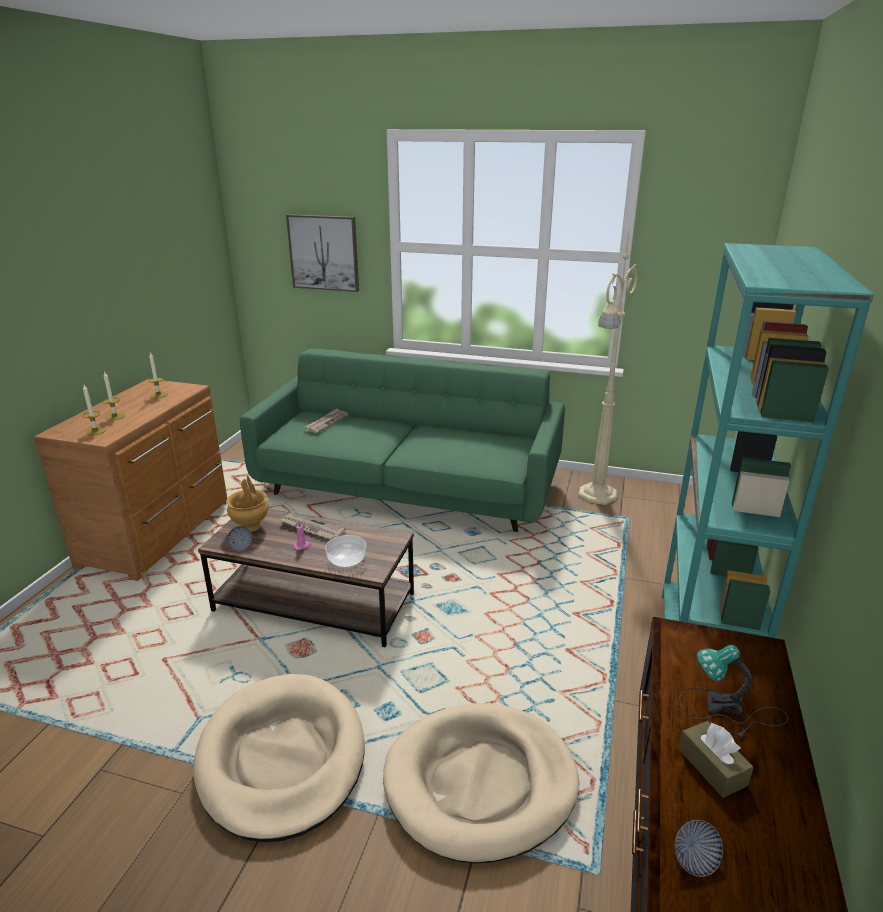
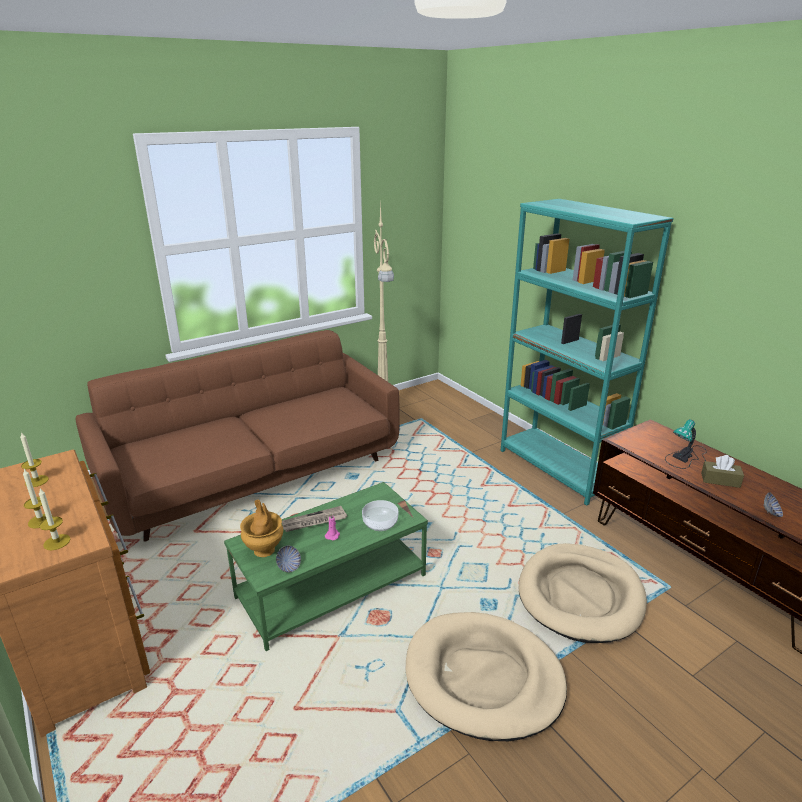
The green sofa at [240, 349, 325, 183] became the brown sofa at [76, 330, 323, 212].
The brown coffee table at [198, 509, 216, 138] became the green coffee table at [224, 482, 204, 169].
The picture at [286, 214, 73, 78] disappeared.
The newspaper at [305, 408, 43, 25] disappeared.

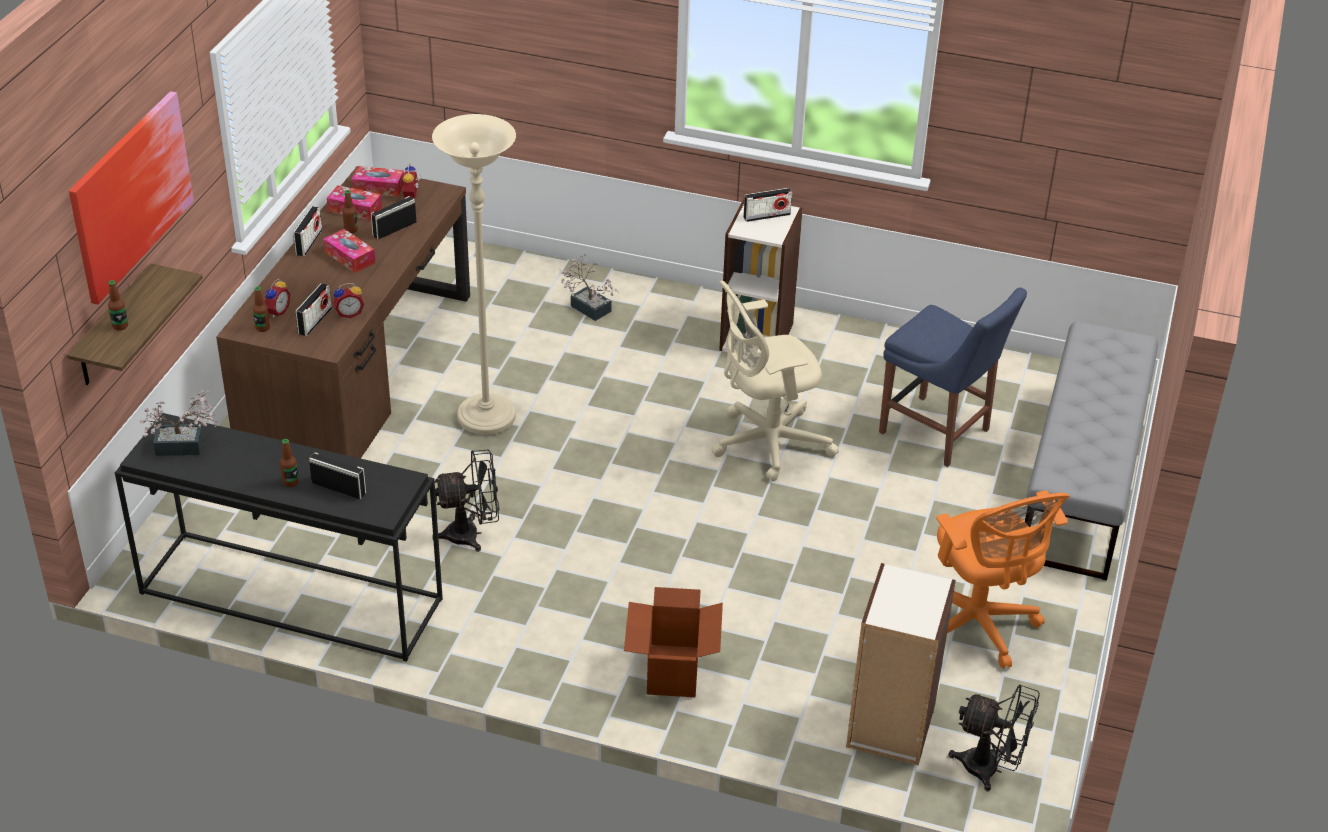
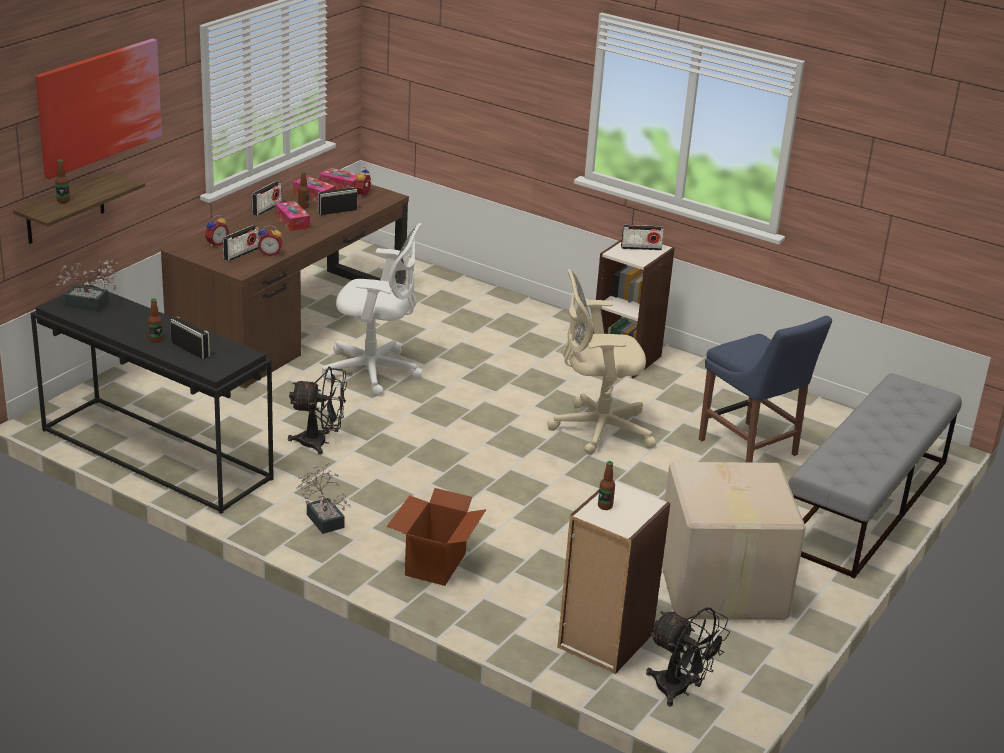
The potted plant moved from [559, 254, 60, 67] to [296, 463, 56, 71].
The beige floor lamp at [432, 114, 84, 321] was replaced by the white office chair at [322, 223, 101, 173].
The bottle moved from [253, 287, 17, 45] to [598, 461, 17, 49].
The orange office chair at [936, 490, 134, 179] was replaced by the cardboard box at [662, 462, 144, 158].

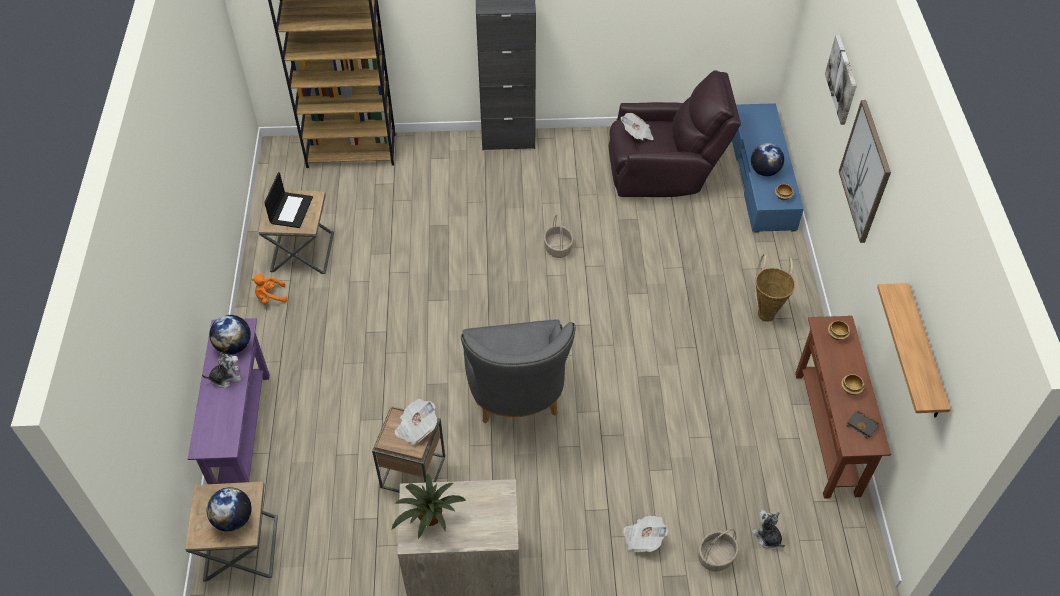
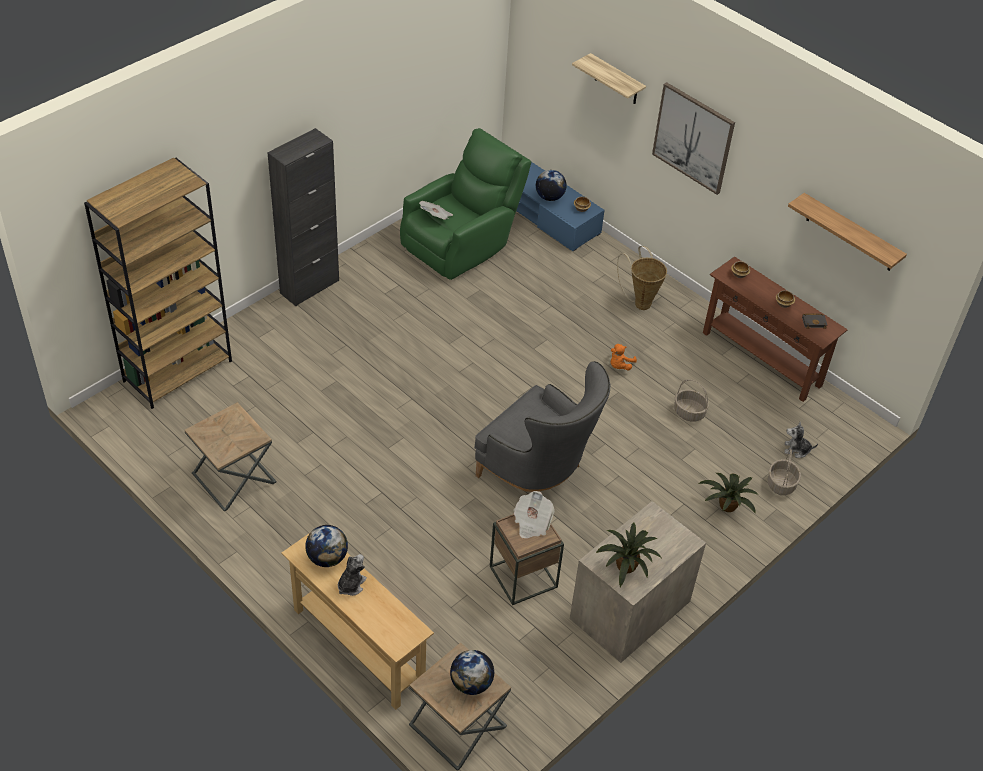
The purple console table at [188, 318, 82, 166] became the beige console table at [281, 533, 153, 177].
The brown armchair at [609, 70, 132, 127] became the green armchair at [400, 128, 131, 152].
The picture at [825, 35, 32, 90] was replaced by the shelf at [572, 53, 74, 51].
The orange plush toy moved from [251, 274, 36, 31] to [610, 344, 27, 26].
The basket moved from [544, 215, 29, 43] to [674, 379, 35, 43].
The newspaper at [623, 515, 45, 37] was replaced by the potted plant at [698, 473, 60, 41].
The laptop at [264, 172, 49, 56] disappeared.

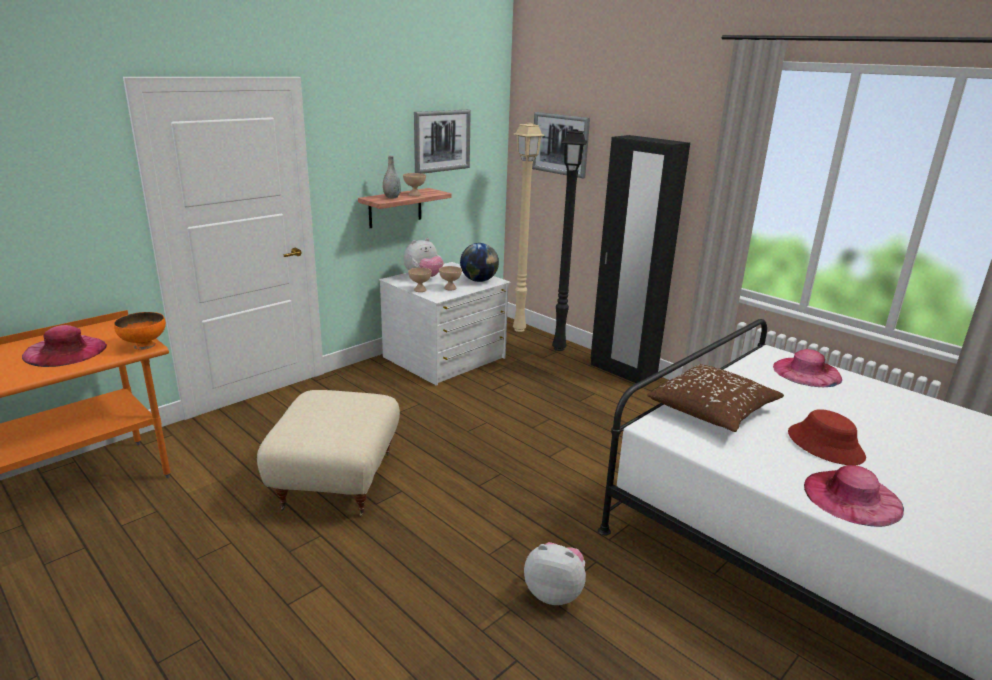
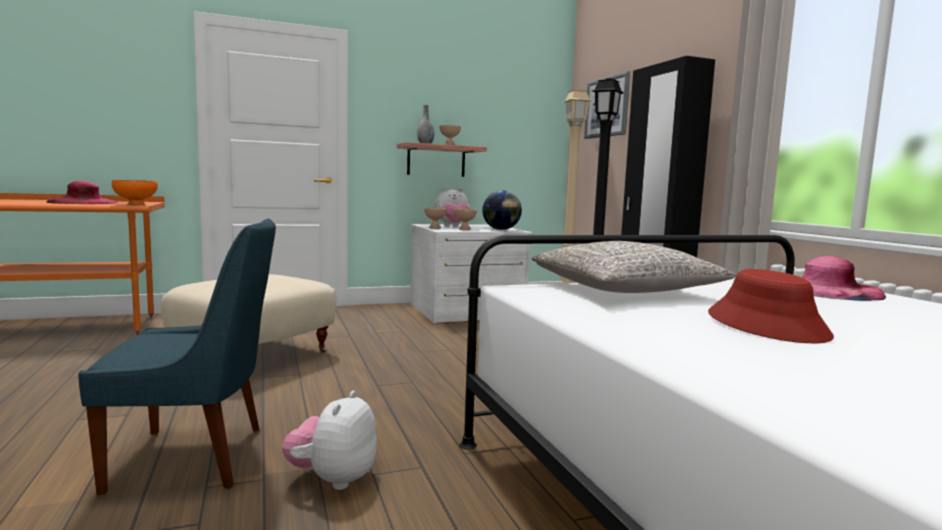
The blue chair at [78, 219, 198, 276] appeared.
The plush toy at [524, 542, 62, 63] turned 120 degrees counterclockwise.
The brown pillow at [647, 364, 137, 68] became the grey pillow at [531, 241, 204, 52].
The picture at [414, 110, 57, 64] disappeared.
The pink hat at [804, 465, 100, 62] disappeared.

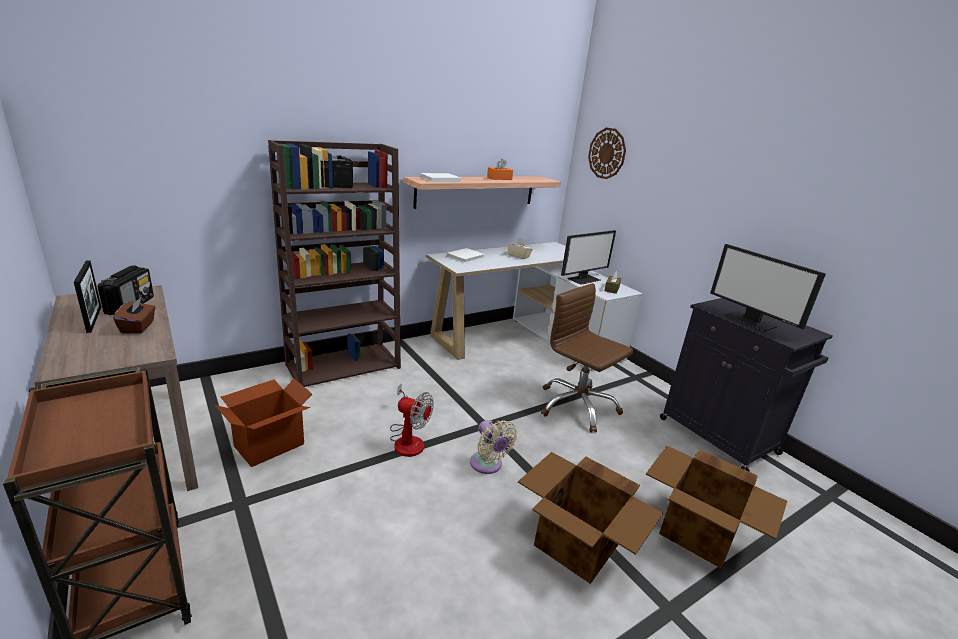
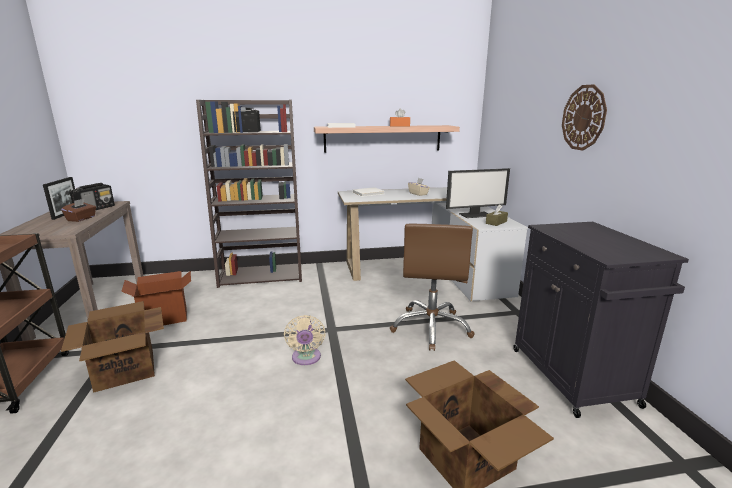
The cardboard box moved from [518, 452, 145, 132] to [61, 301, 103, 92].
The brown office chair at [541, 283, 92, 150] turned 150 degrees counterclockwise.
The wall clock moved from [588, 128, 38, 51] to [562, 84, 45, 67].
The fan at [390, 383, 44, 74] disappeared.
The monitor at [710, 244, 116, 88] disappeared.

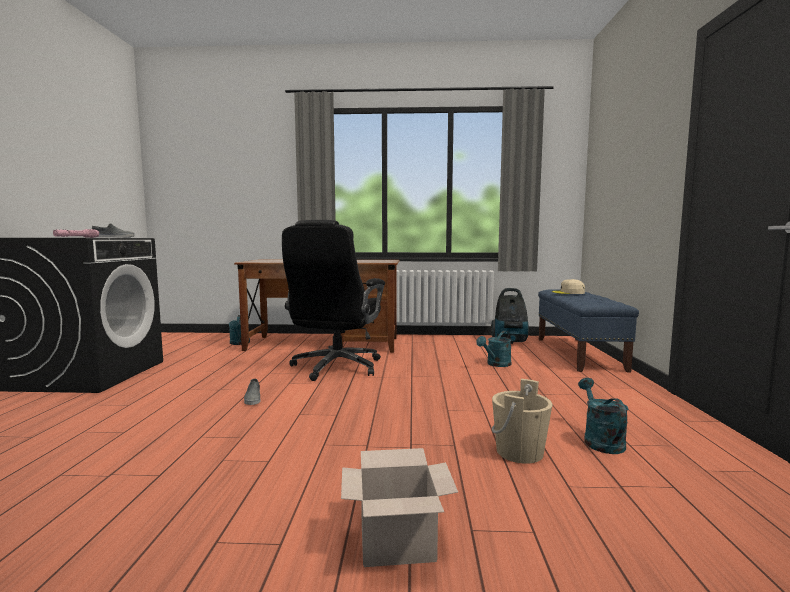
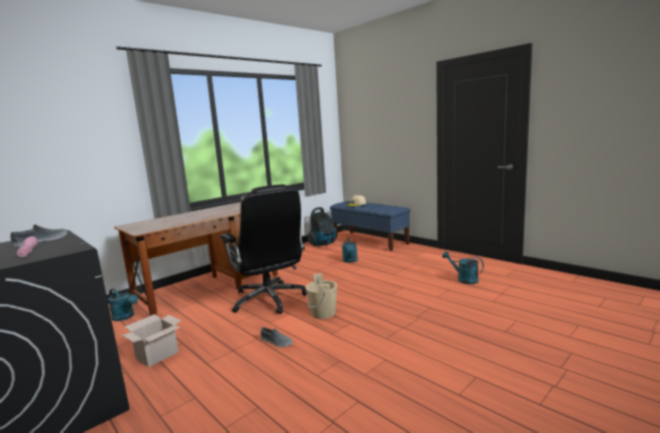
The cardboard box moved from [341, 448, 117, 119] to [122, 314, 59, 53].
The beige bucket moved from [492, 379, 60, 85] to [306, 273, 31, 46].

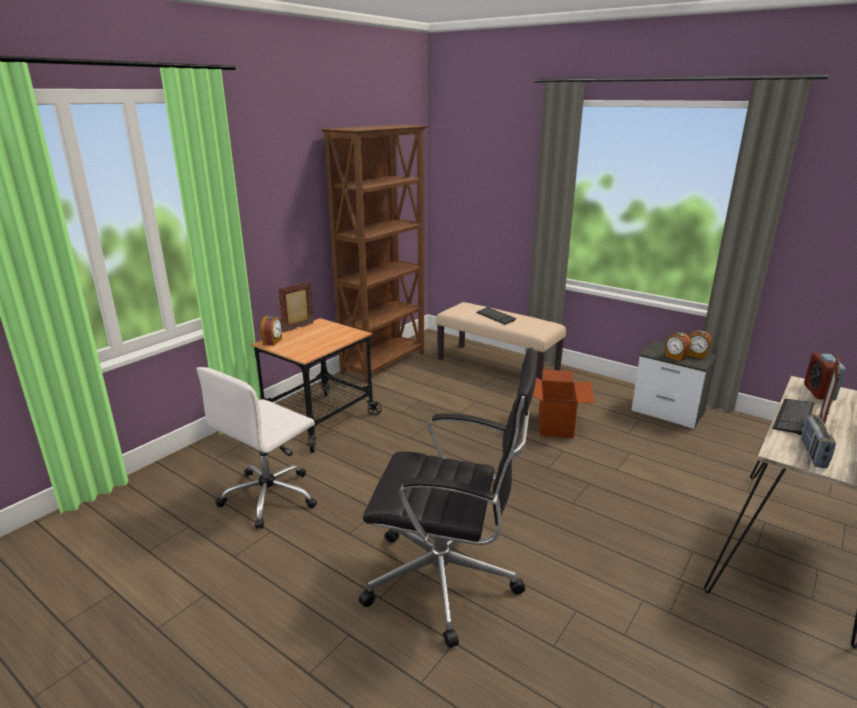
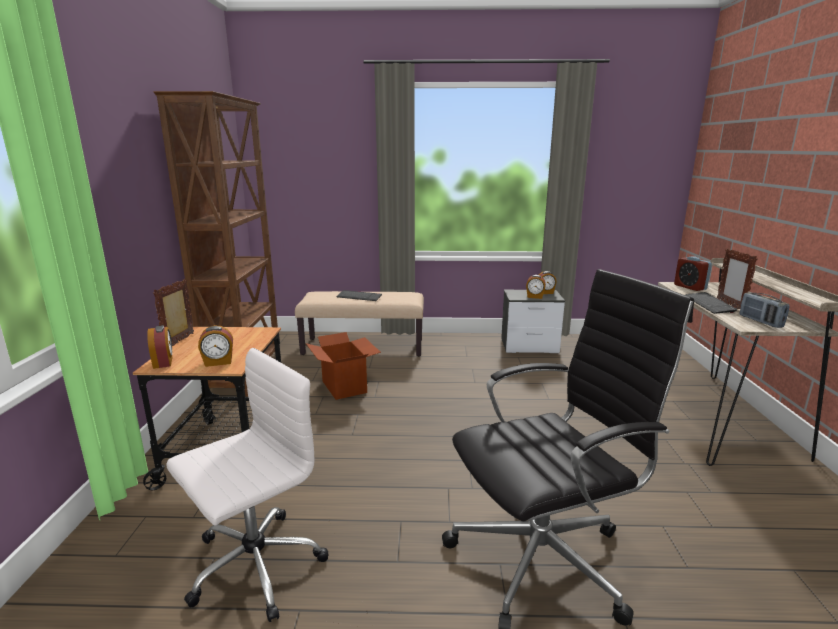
The white office chair at [197, 367, 120, 162] turned 135 degrees counterclockwise.
The alarm clock at [198, 325, 35, 42] appeared.
The cardboard box moved from [533, 369, 62, 69] to [306, 332, 75, 68].

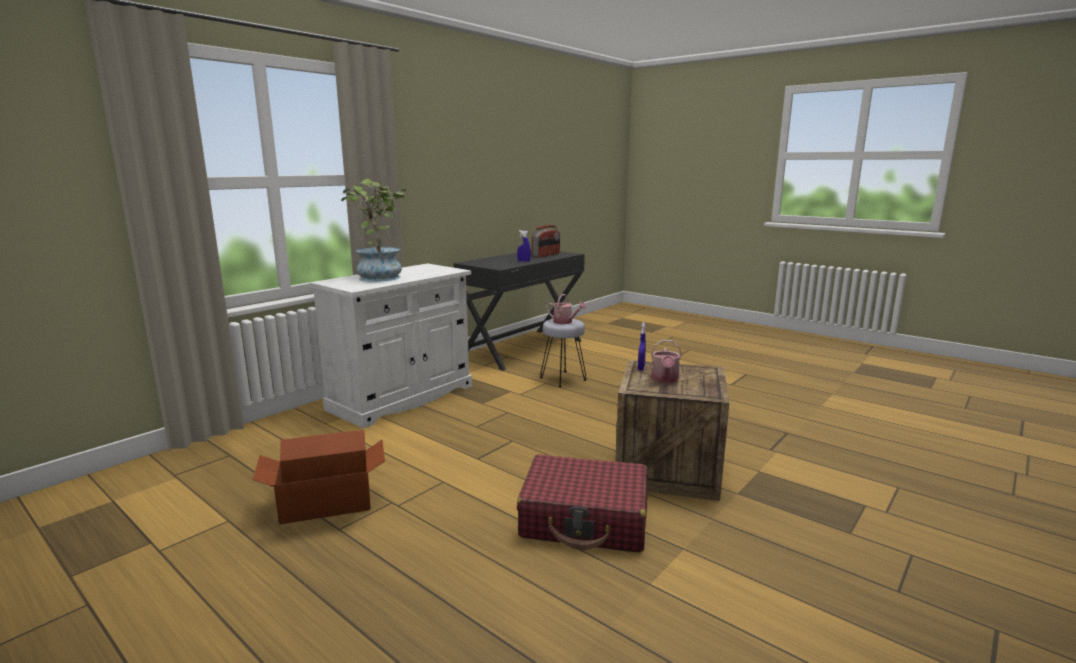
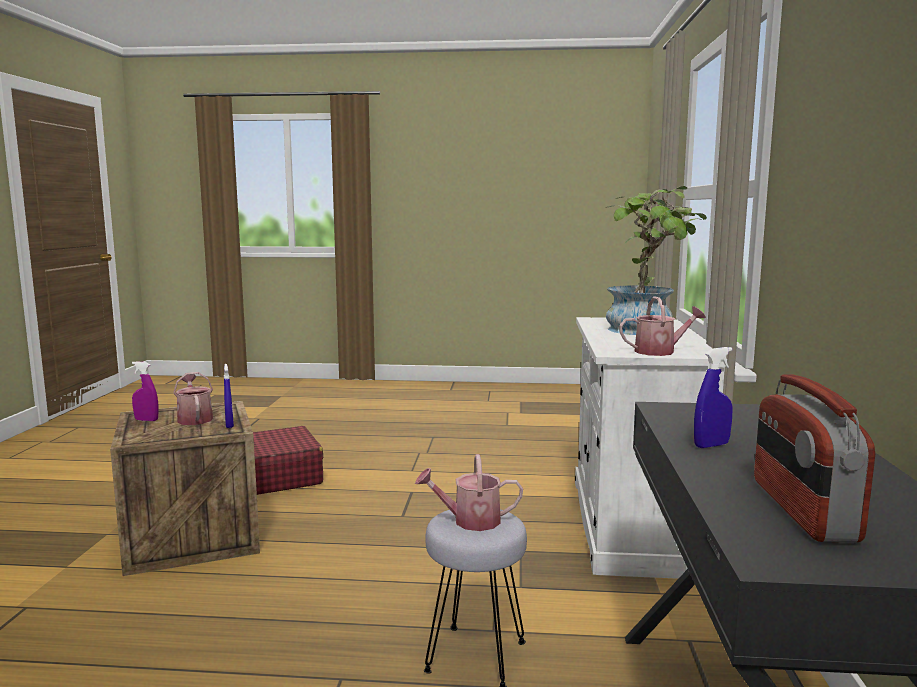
The purple spray bottle at [132, 361, 26, 60] appeared.
The watering can at [619, 296, 87, 60] appeared.
The cardboard box at [252, 430, 133, 94] disappeared.

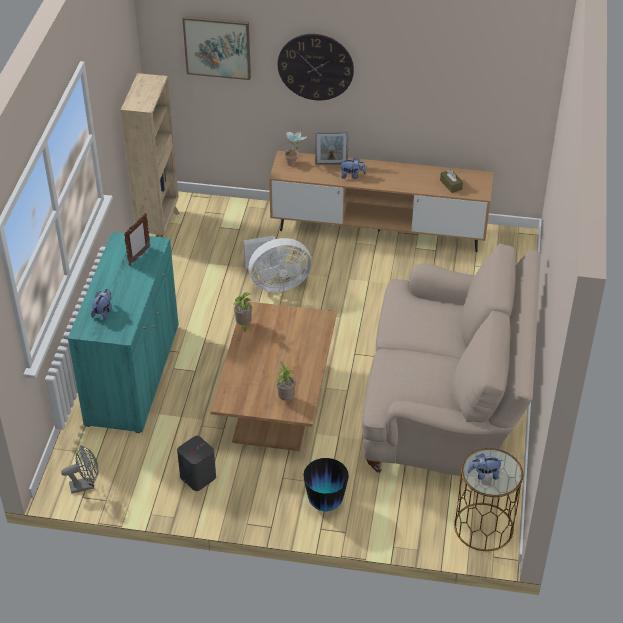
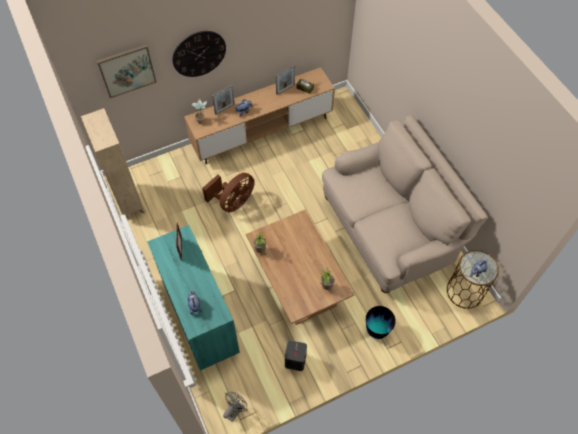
The white fan at [243, 236, 69, 56] became the brown fan at [202, 173, 53, 40].
The picture frame at [276, 65, 19, 30] appeared.

